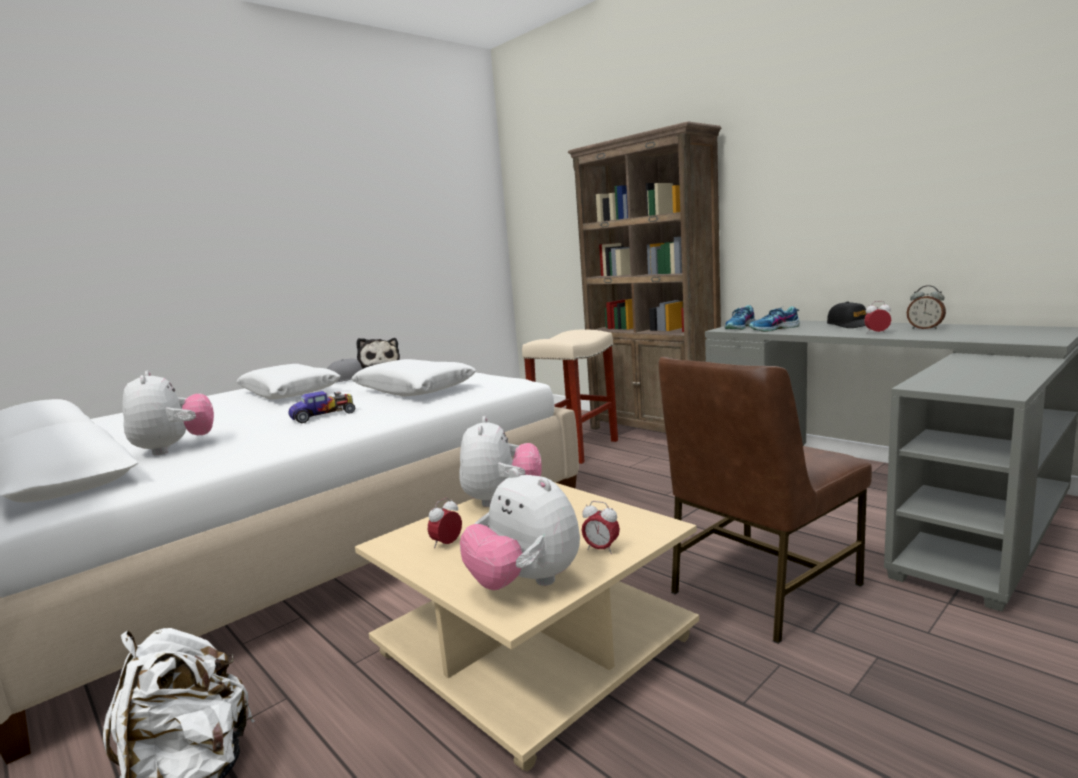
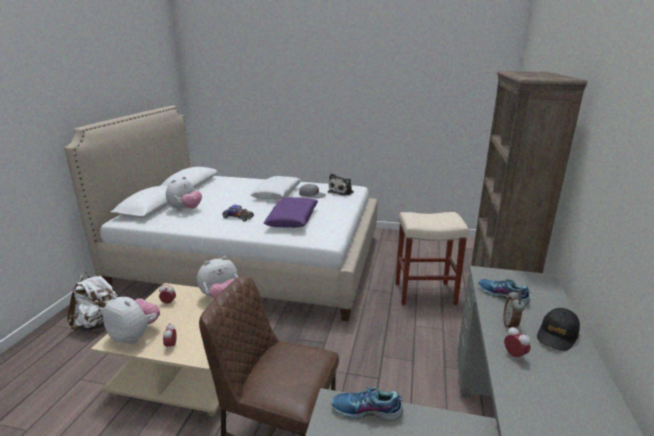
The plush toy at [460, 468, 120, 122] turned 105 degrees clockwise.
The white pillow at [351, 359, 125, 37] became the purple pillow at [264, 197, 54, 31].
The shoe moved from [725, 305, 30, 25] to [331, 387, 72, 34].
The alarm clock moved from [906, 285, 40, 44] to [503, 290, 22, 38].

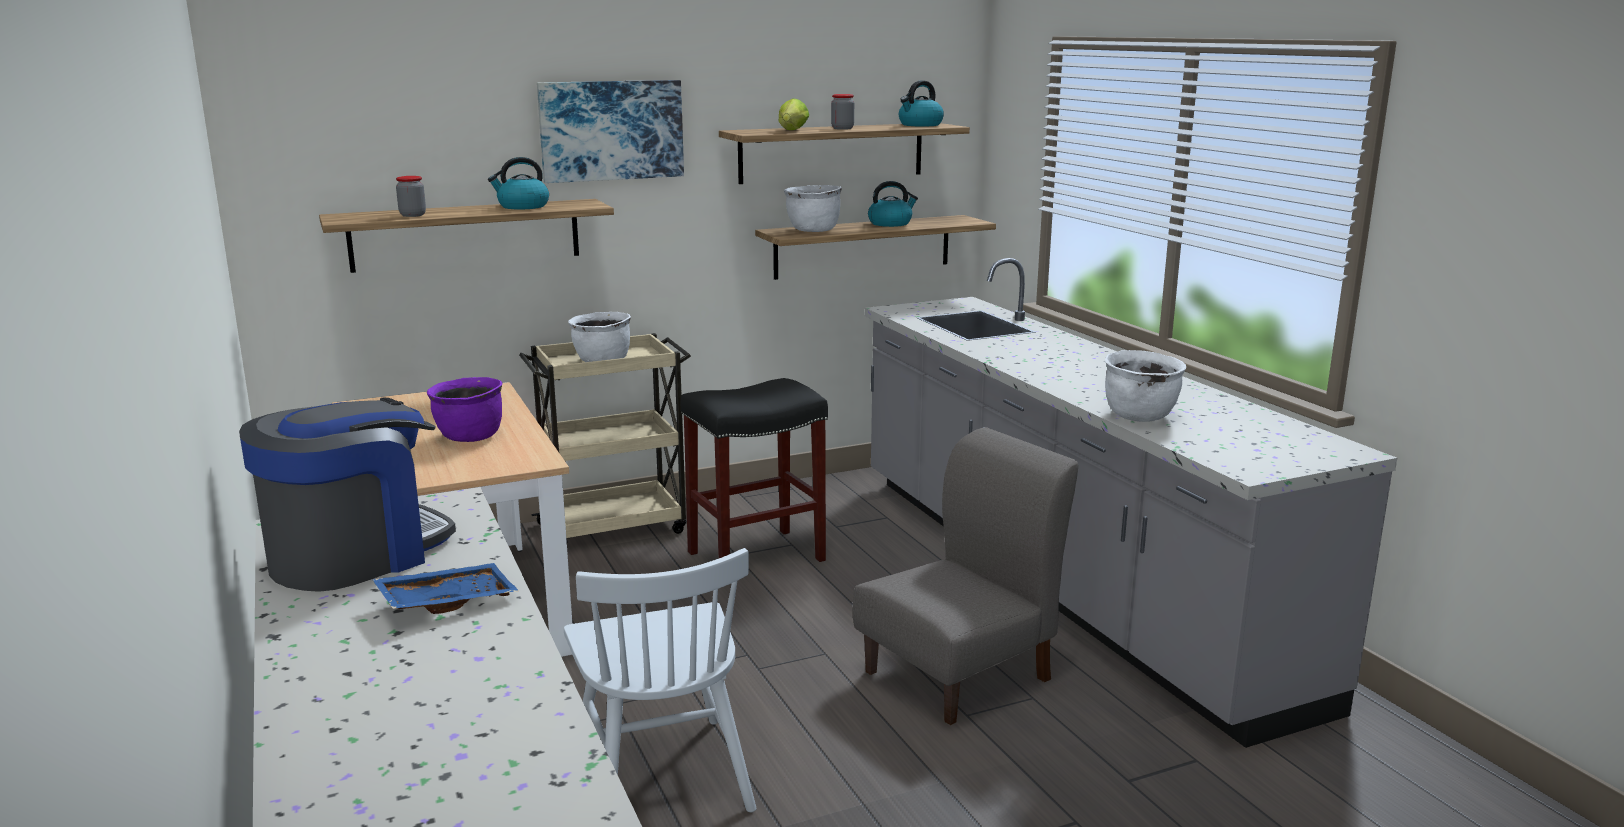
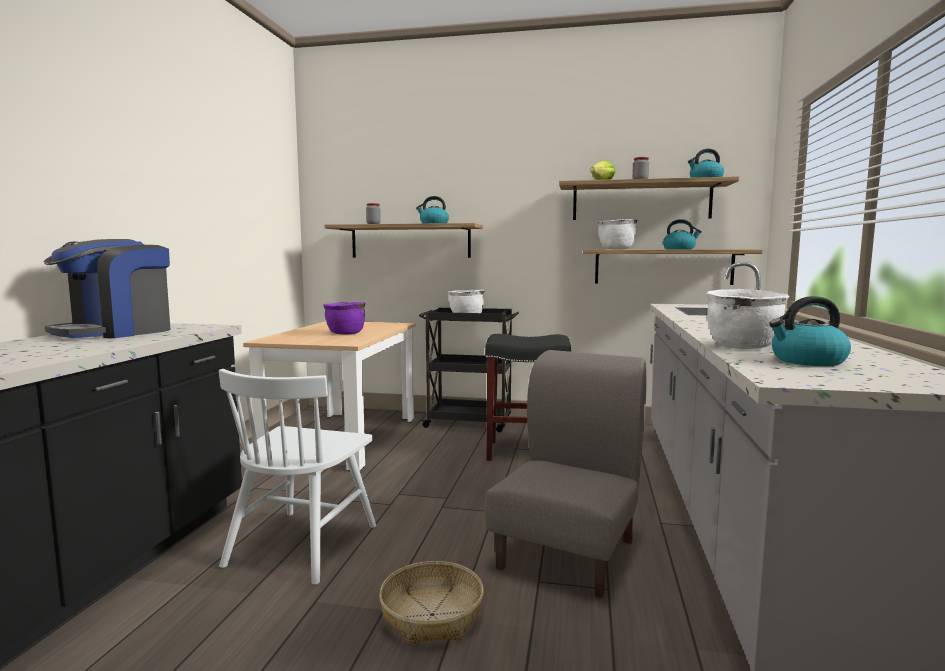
The coffee machine at [239, 398, 217, 194] turned 135 degrees clockwise.
The basket at [379, 561, 105, 84] appeared.
The beige cart at [519, 333, 172, 210] became the black cart at [419, 307, 100, 125].
The grey chair at [853, 427, 225, 298] turned 60 degrees counterclockwise.
The kettle at [769, 296, 82, 70] appeared.
The blue tray at [372, 563, 147, 51] disappeared.
The picture at [537, 80, 147, 103] disappeared.

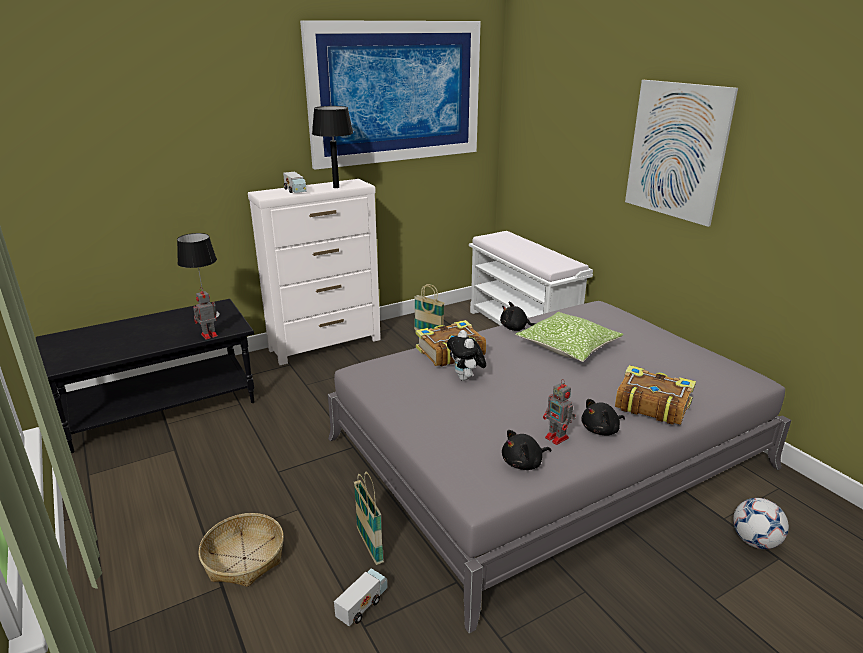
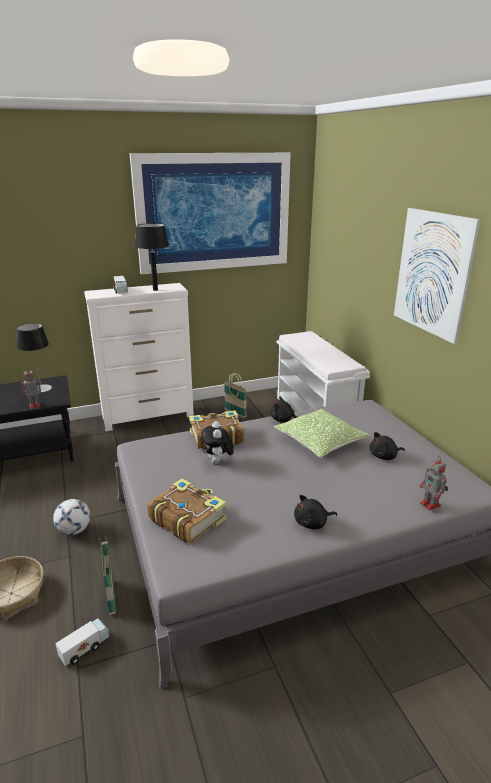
The football moved from [733, 498, 56, 51] to [53, 499, 37, 36].
The book moved from [615, 365, 81, 60] to [147, 478, 79, 65].
The black plush toy moved from [502, 430, 49, 40] to [370, 432, 35, 28].
The toy robot moved from [543, 379, 33, 66] to [420, 456, 28, 55].

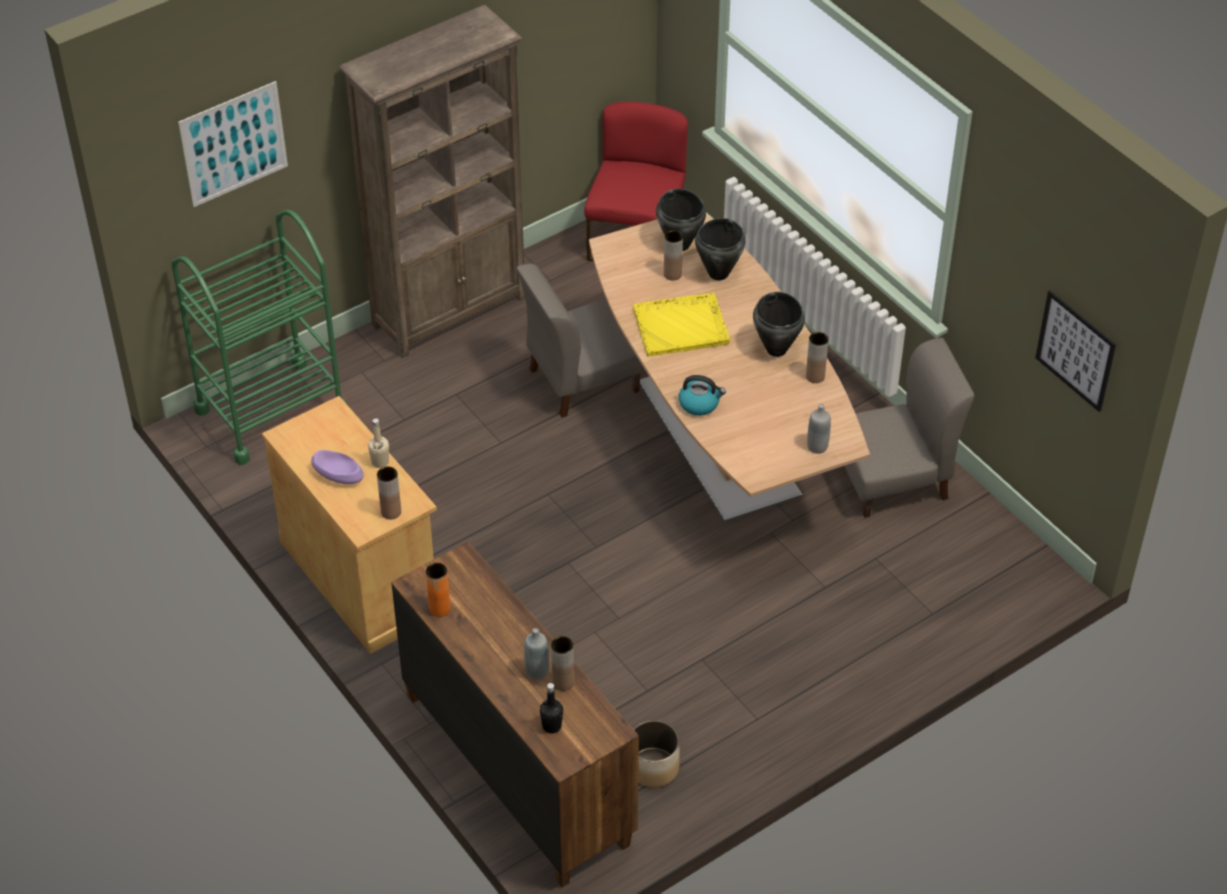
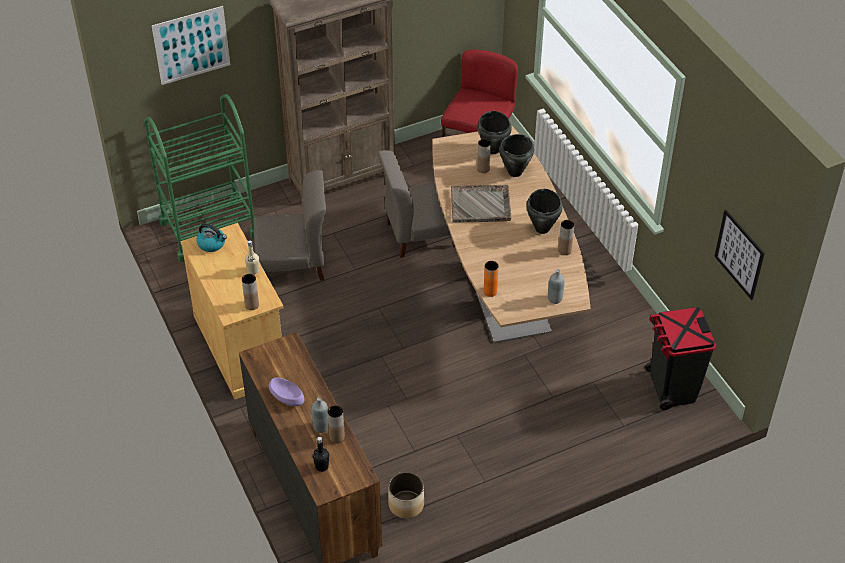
The kettle moved from [679, 375, 47, 41] to [196, 223, 31, 29].
The grey chair moved from [844, 338, 131, 180] to [254, 170, 72, 111].
The purple bowl moved from [311, 450, 53, 34] to [269, 378, 36, 28].
The yellow tray at [633, 293, 97, 63] became the grey tray at [451, 185, 60, 38].
The orange vase moved from [426, 563, 24, 54] to [484, 261, 15, 36].
The black trash can at [645, 307, 71, 103] appeared.

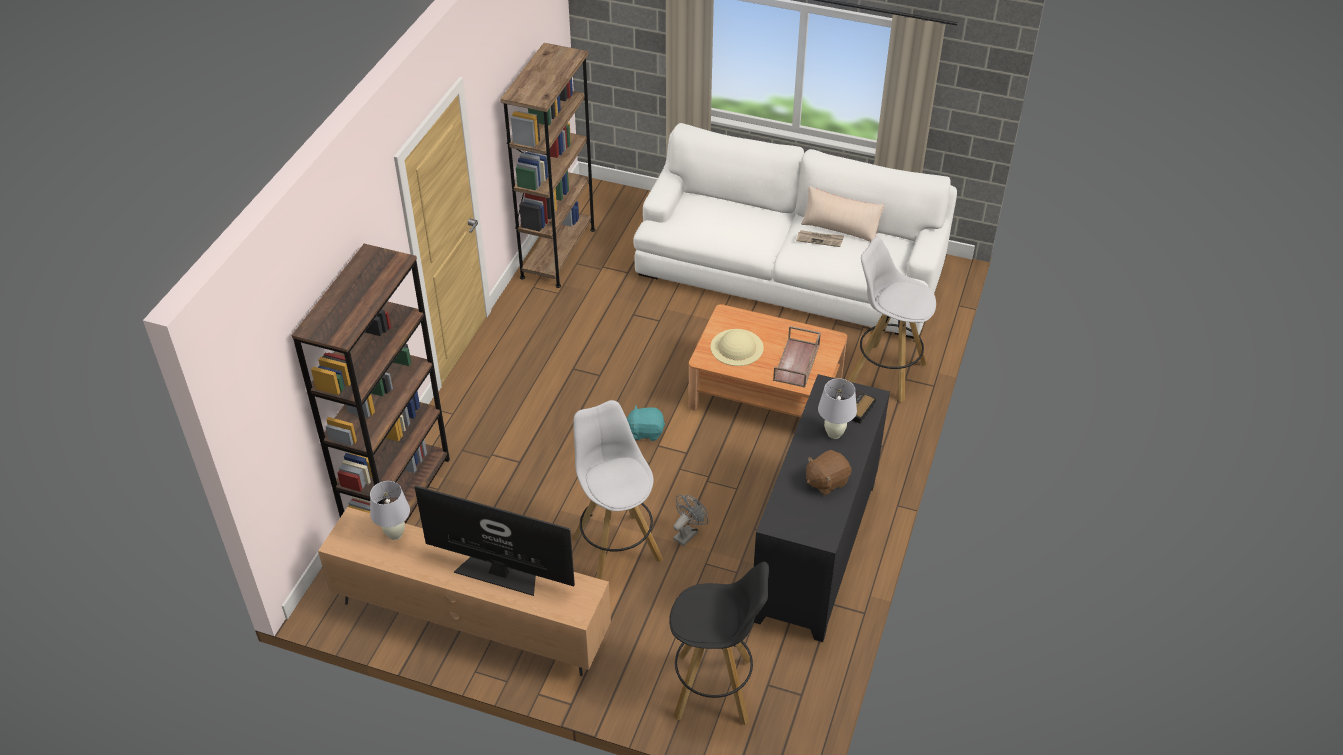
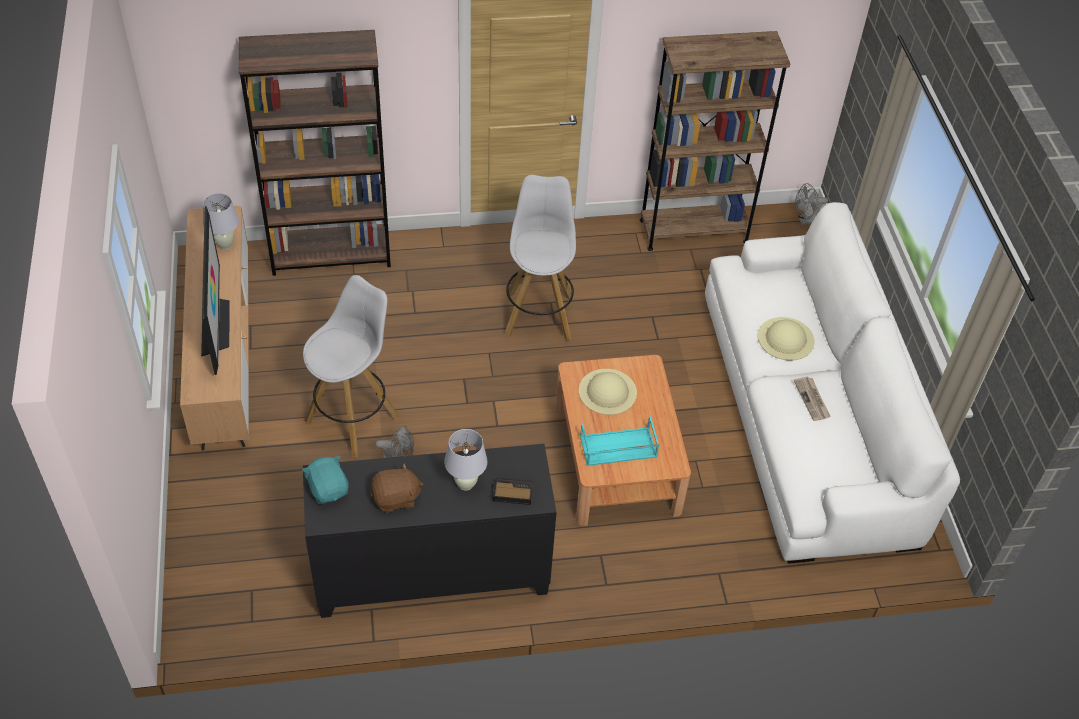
The turquoise plush toy moved from [627, 405, 38, 36] to [302, 456, 47, 48].
The brown plush toy at [806, 450, 46, 45] turned 135 degrees clockwise.
The white stool moved from [848, 237, 88, 165] to [504, 175, 72, 166].
The brown tray at [773, 326, 48, 62] became the turquoise tray at [580, 416, 79, 50].
The beige hat at [758, 317, 57, 43] appeared.
The grey fan at [795, 183, 33, 42] appeared.
The black stool at [669, 562, 100, 163] disappeared.
The beige pillow at [801, 186, 83, 56] disappeared.

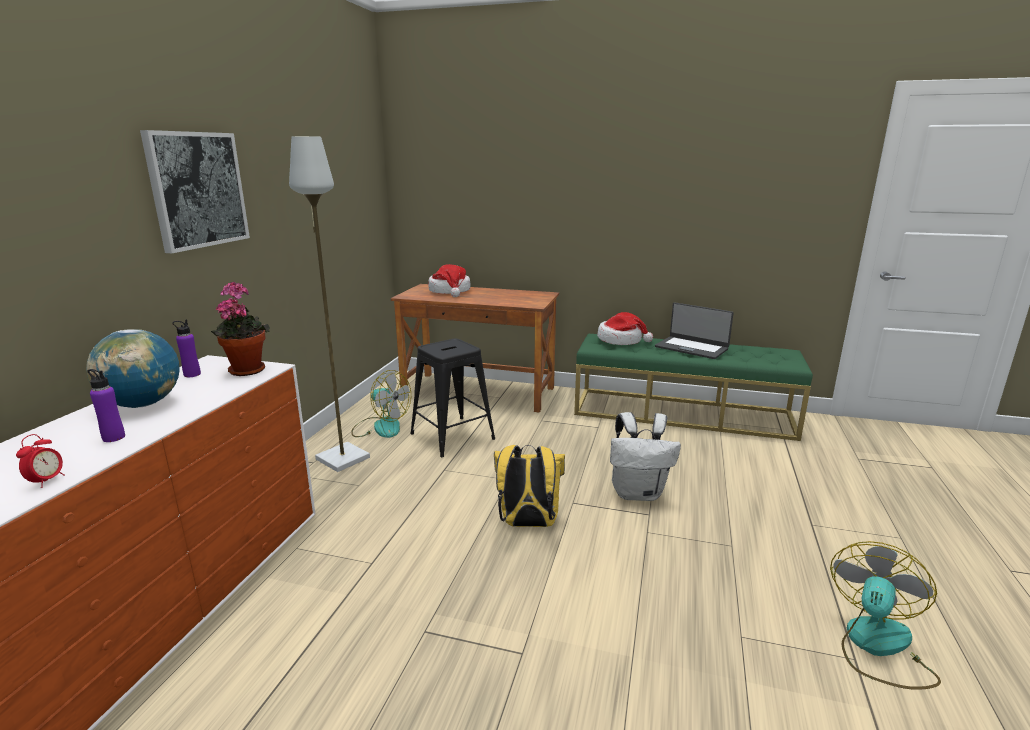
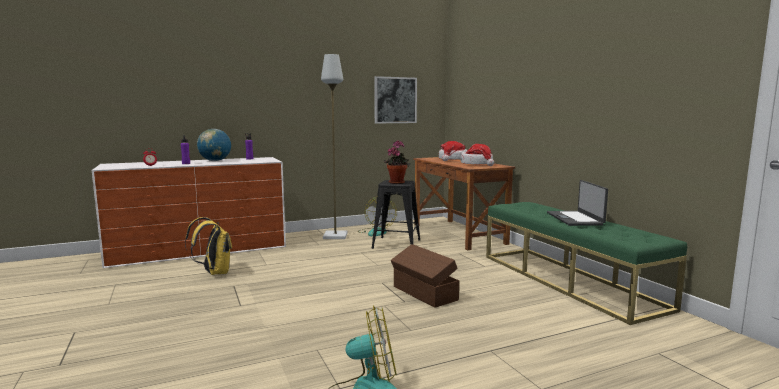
The yellow backpack moved from [494, 445, 71, 82] to [185, 217, 47, 58].
The picture moved from [140, 130, 110, 123] to [374, 76, 43, 47].
The potted plant moved from [211, 282, 59, 94] to [384, 140, 27, 44].
The white backpack at [610, 412, 71, 89] was replaced by the brown storage box at [391, 244, 68, 64].
The hat moved from [597, 312, 56, 33] to [461, 144, 33, 22].

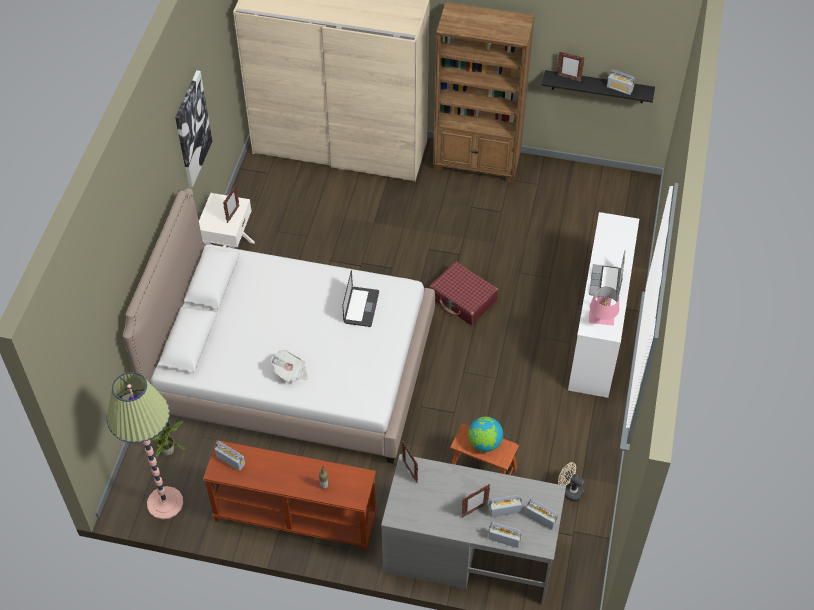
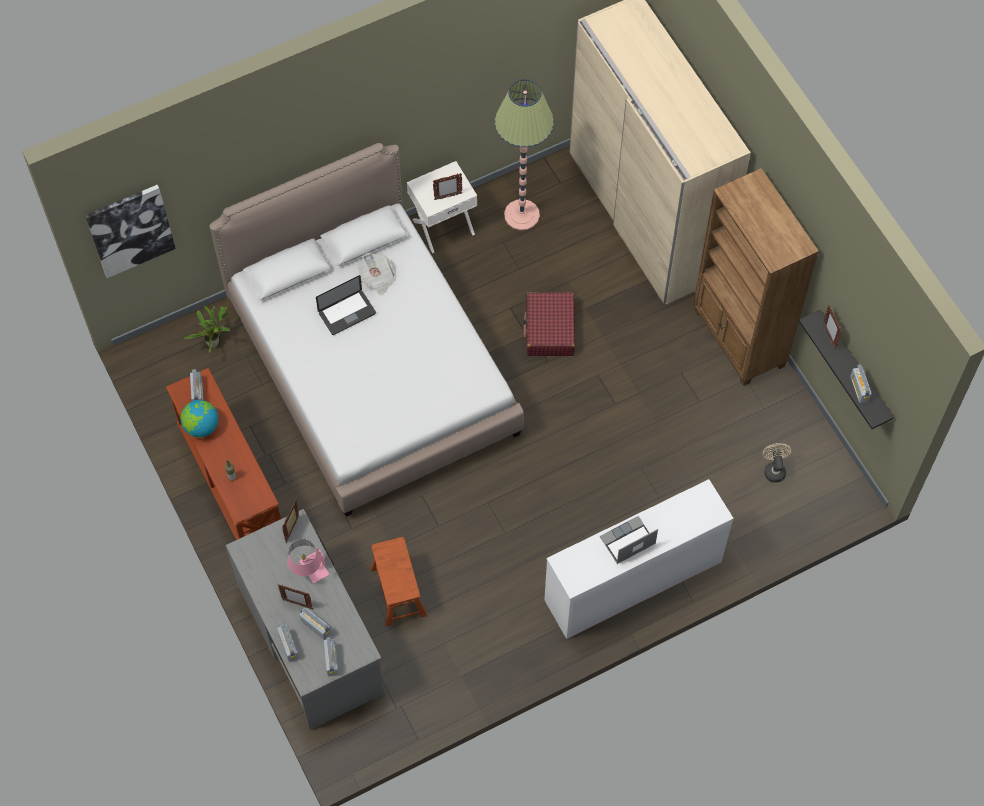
The picture moved from [175, 70, 37, 118] to [85, 185, 91, 93].
The globe moved from [468, 417, 35, 35] to [180, 400, 39, 38].
The pink table lamp moved from [589, 287, 30, 38] to [288, 539, 41, 44].
The laptop moved from [342, 270, 37, 57] to [316, 275, 60, 60].
The newspaper moved from [271, 350, 37, 32] to [358, 253, 38, 42].
The floor lamp moved from [107, 372, 76, 147] to [494, 79, 60, 151].
The red suitcase moved from [430, 262, 68, 63] to [523, 292, 52, 64].
The beige fan moved from [558, 462, 27, 39] to [763, 443, 28, 39].

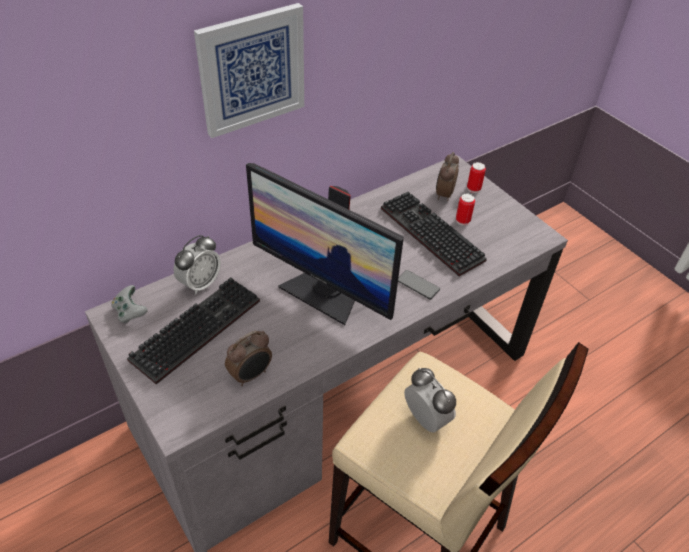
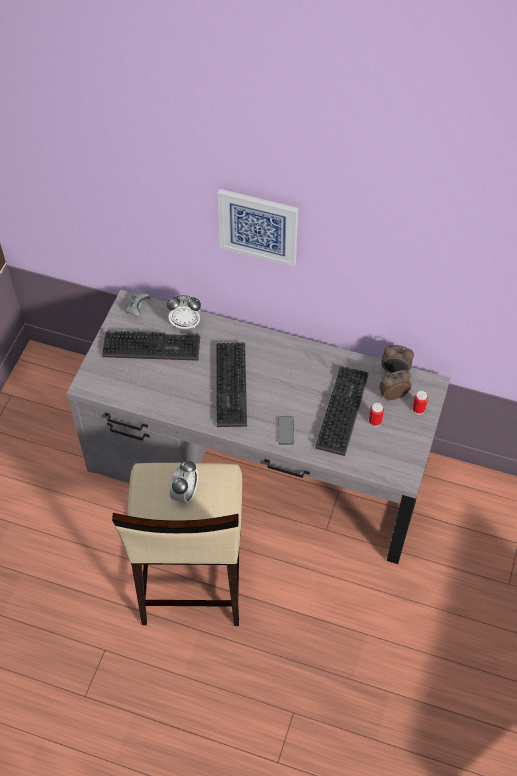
The monitor at [246, 163, 158, 162] was replaced by the keyboard at [216, 342, 31, 85].
The alarm clock moved from [225, 331, 47, 55] to [381, 345, 33, 28].

